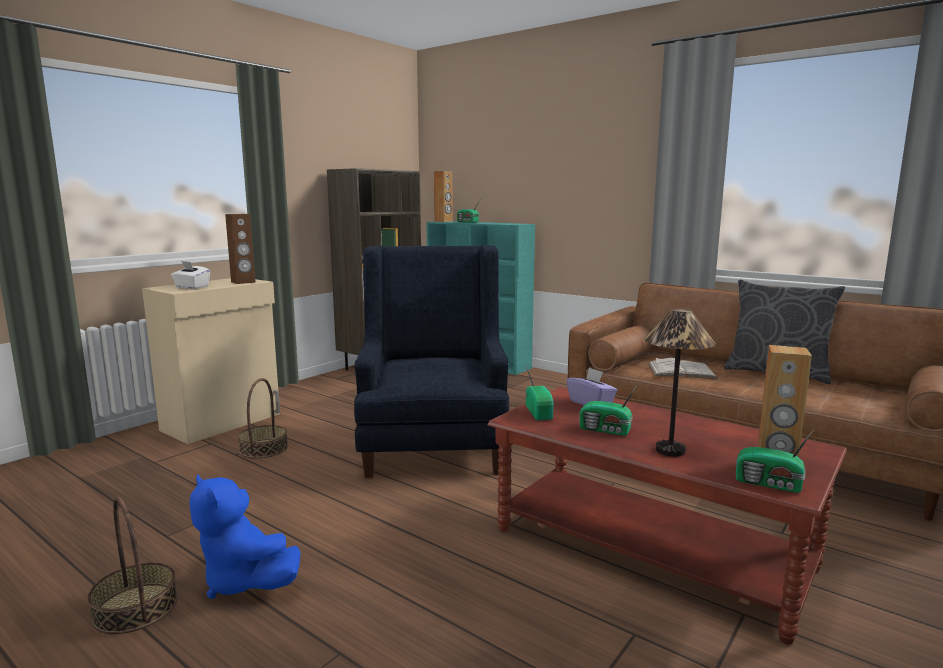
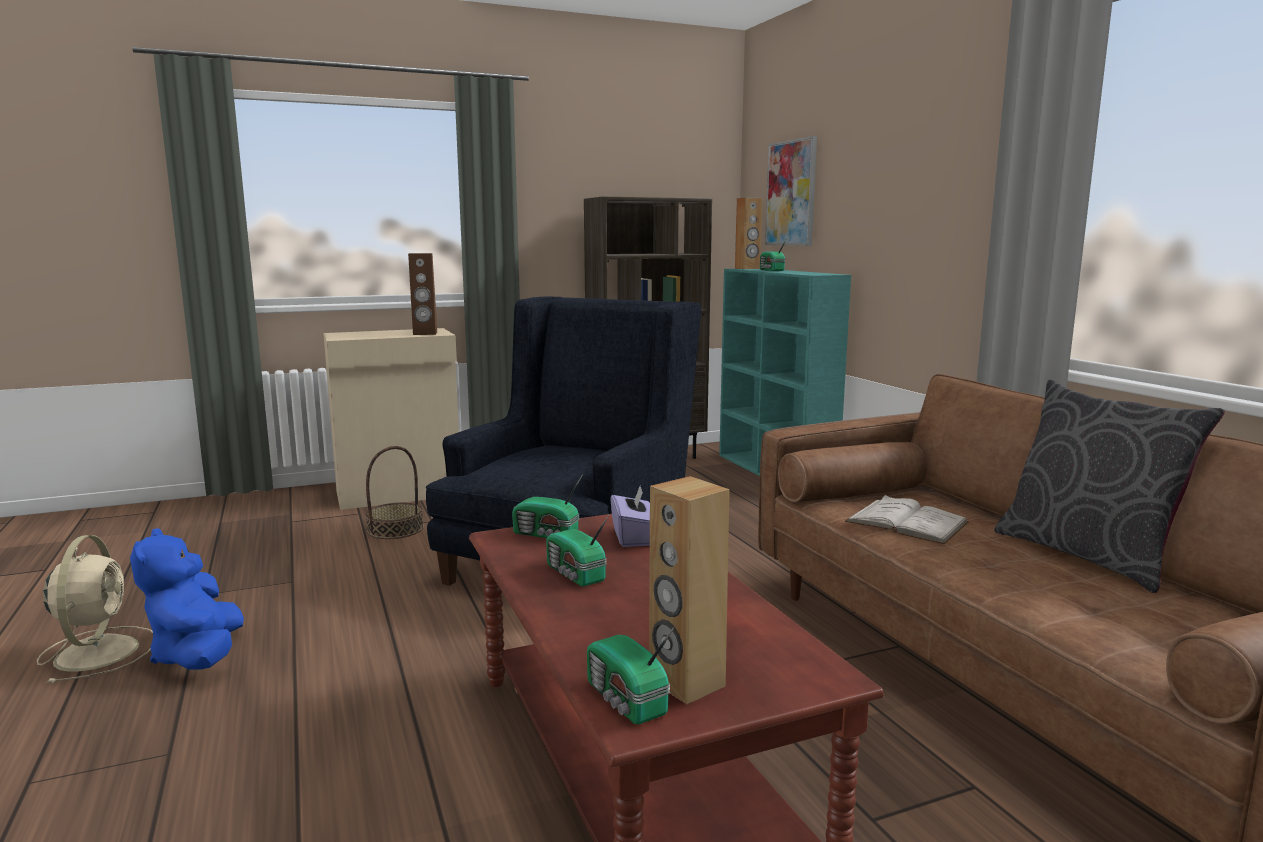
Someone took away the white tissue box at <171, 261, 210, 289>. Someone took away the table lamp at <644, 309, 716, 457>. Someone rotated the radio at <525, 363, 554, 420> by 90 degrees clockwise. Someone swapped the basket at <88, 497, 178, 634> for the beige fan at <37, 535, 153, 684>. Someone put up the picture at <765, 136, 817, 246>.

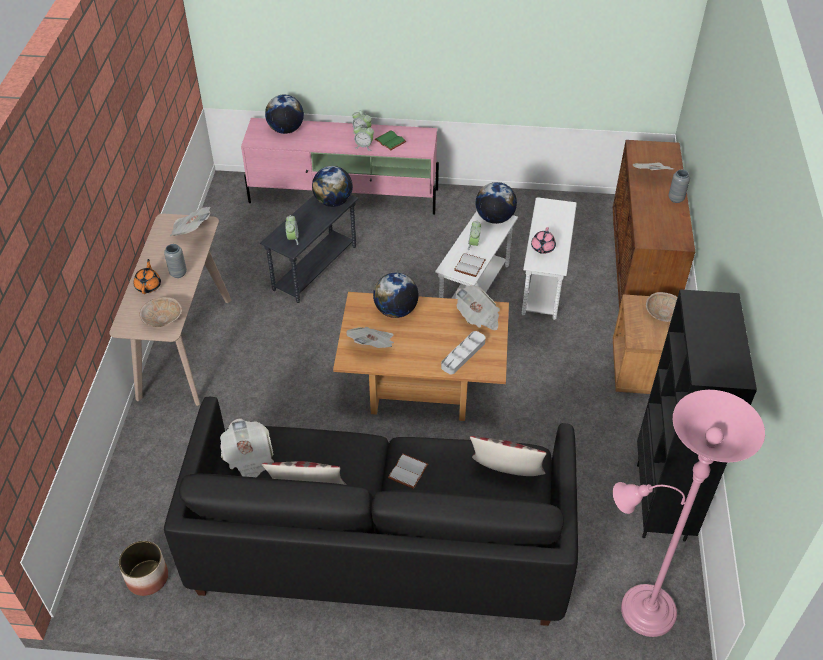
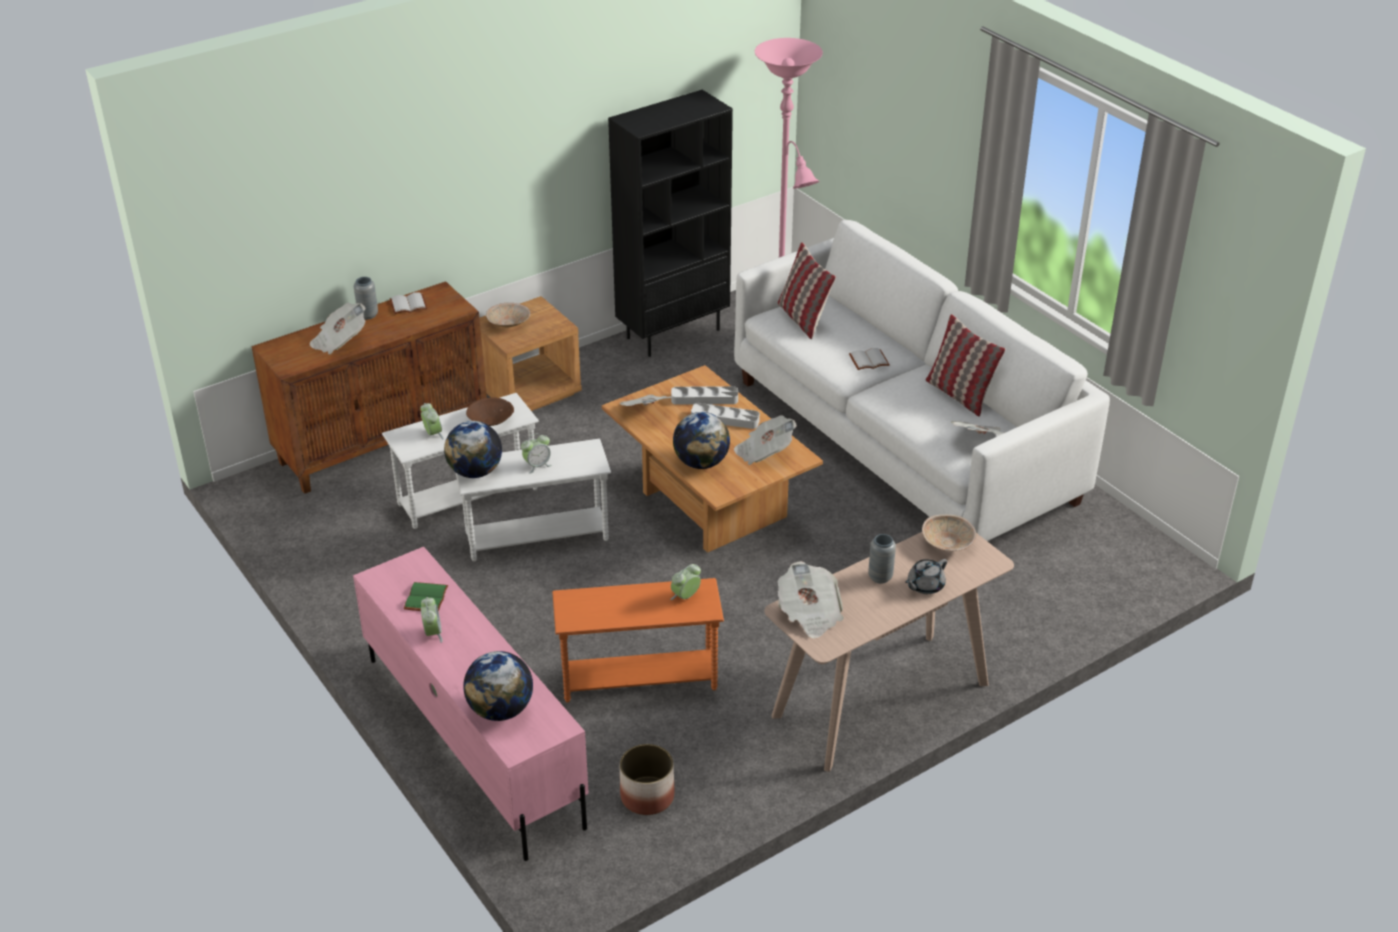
Someone carried the alarm clock from <353, 124, 374, 151> to <420, 403, 444, 439>. Someone took away the globe at <312, 166, 353, 207>. Someone repainted the grey side table at <260, 195, 358, 303>, which became the orange side table at <552, 578, 724, 703>. Someone swapped the pink teapot at <531, 227, 556, 254> for the brown bowl at <466, 397, 514, 426>. Someone carried the white book from <454, 253, 486, 277> to <390, 292, 427, 314>. Someone repainted the orange teapot at <134, 259, 161, 294>, which became the grey teapot at <906, 559, 947, 594>. Someone repainted the black sofa at <164, 397, 578, 626>, which became the white sofa at <734, 220, 1110, 541>. Someone carried the planter from <119, 541, 168, 596> to <620, 744, 674, 815>. Someone put down the grey tray at <691, 403, 760, 429>.

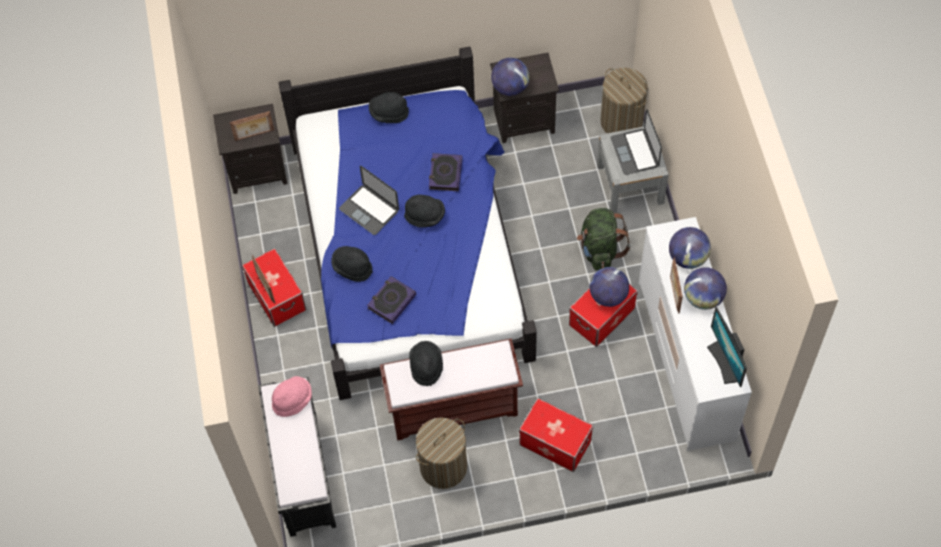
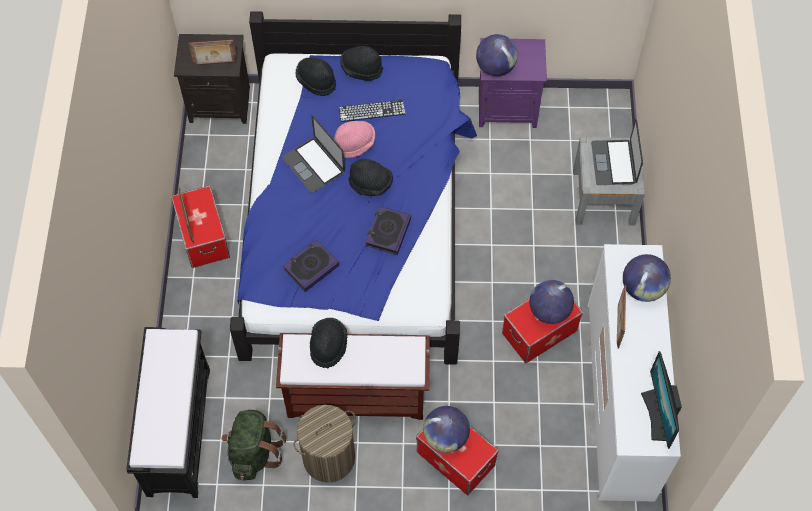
Someone repainted the black nightstand at <490, 53, 559, 143>, which became the purple nightstand at <479, 38, 547, 128>. Someone took away the laundry basket at <600, 68, 648, 133>. Someone carried the book from <429, 153, 462, 192> to <365, 206, 411, 255>. Someone carried the green backpack from <577, 208, 631, 270> to <222, 410, 286, 481>. Someone carried the black hat from <331, 246, 373, 282> to <295, 57, 336, 96>. Someone carried the globe from <684, 267, 727, 310> to <423, 406, 470, 453>. Someone carried the pink hat from <272, 376, 312, 417> to <334, 121, 375, 158>. Someone put down the keyboard at <339, 100, 405, 122>.

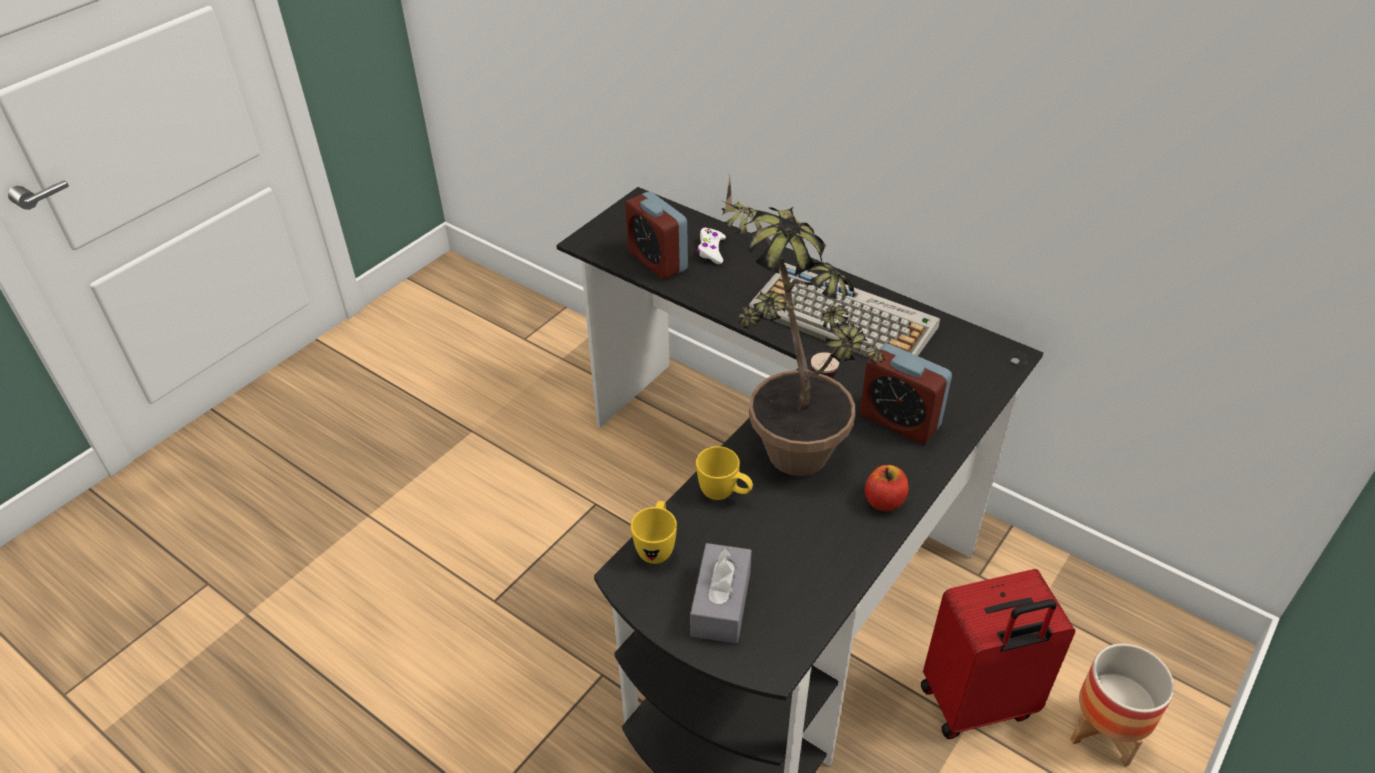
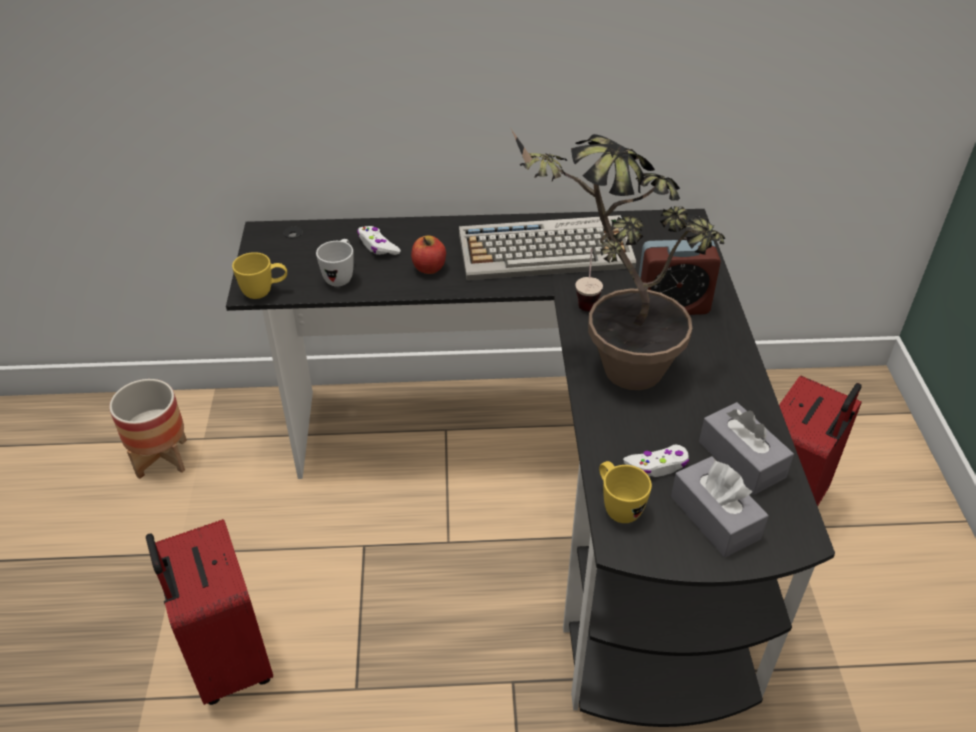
Someone swapped the alarm clock at <625, 192, 688, 279> for the white mug at <316, 239, 354, 287>. Someone carried the yellow mug from <696, 446, 753, 500> to <232, 252, 287, 299>. Someone carried the apple from <865, 465, 909, 511> to <411, 235, 446, 274>. Someone carried the planter from <1070, 643, 1174, 767> to <109, 379, 187, 479>. Someone put down the grey tissue box at <699, 402, 794, 495>. Someone put down the white game controller at <623, 445, 689, 477>. Someone put down the red suitcase at <146, 519, 273, 705>.

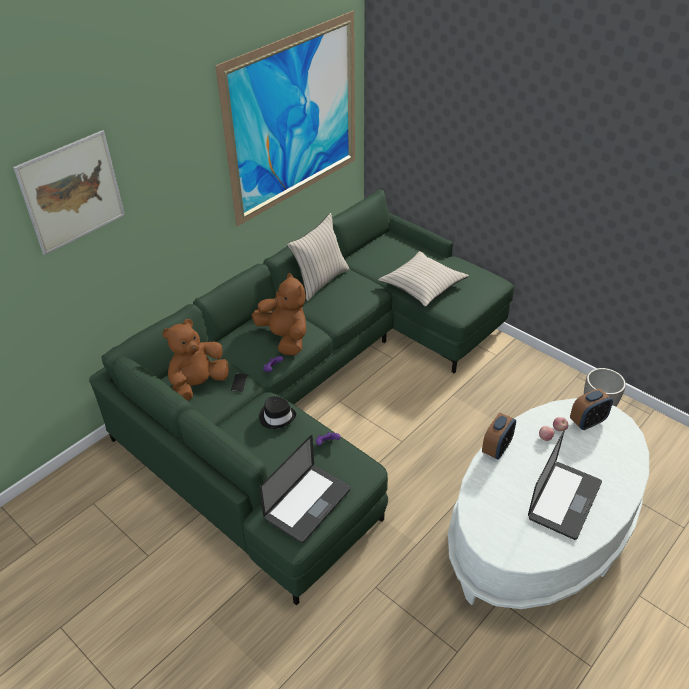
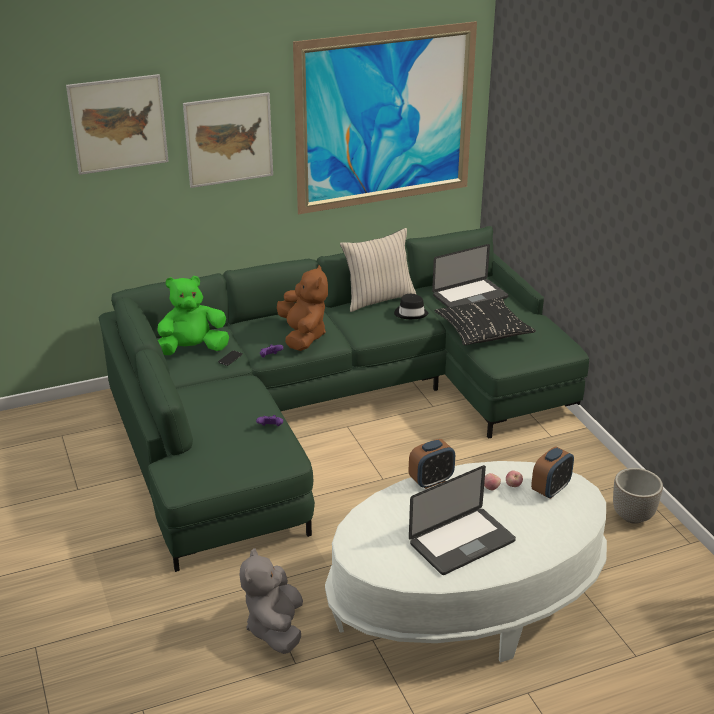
Someone repainted the beige pillow at <378, 251, 469, 307>, which became the black pillow at <435, 297, 536, 345>. Someone repainted the brown plush toy at <162, 319, 229, 401>, which became the green plush toy at <157, 276, 229, 355>. Someone rotated the alarm clock at <570, 388, 613, 430> by 45 degrees counterclockwise. Someone carried the black hat from <259, 396, 296, 429> to <394, 294, 429, 319>. Someone carried the laptop from <259, 435, 351, 543> to <432, 244, 508, 307>. Someone put up the picture at <183, 92, 273, 188>. Someone put down the grey plush toy at <240, 548, 303, 654>.

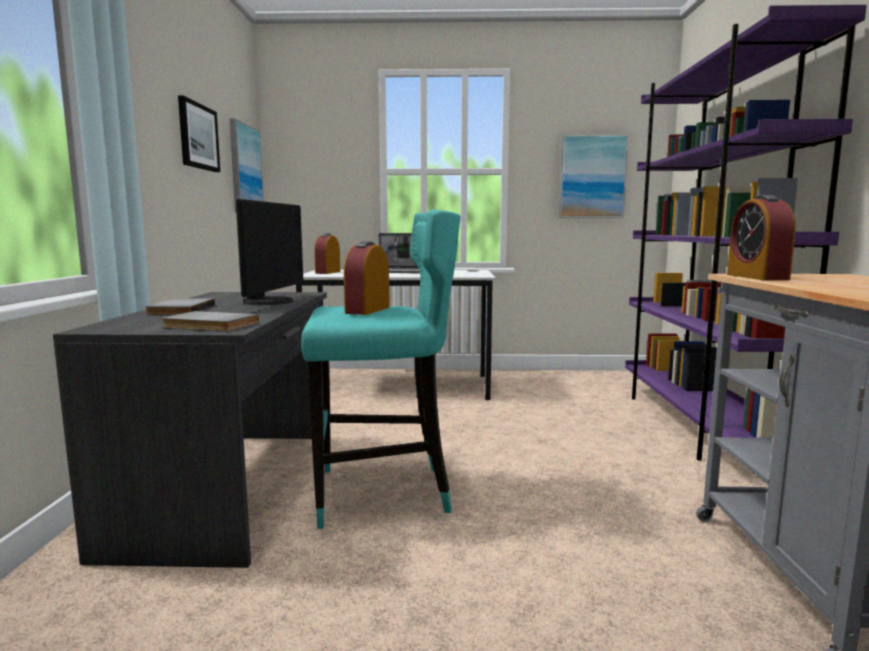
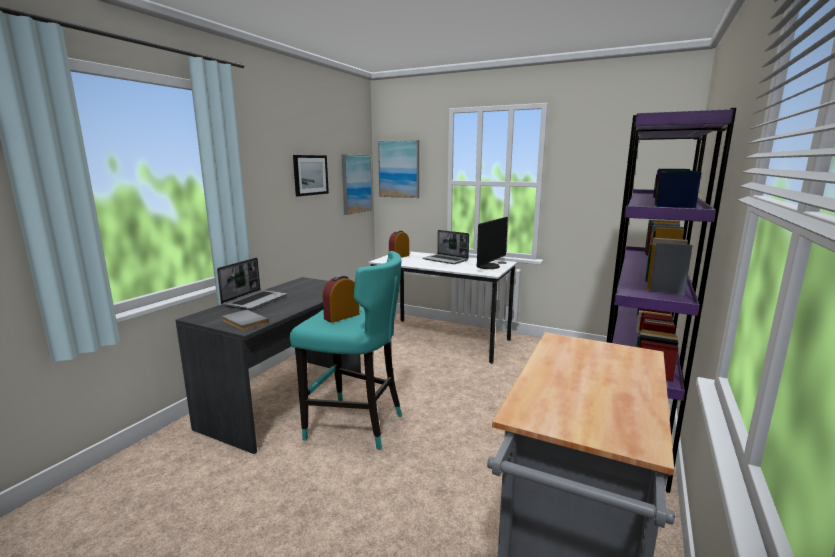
Someone carried the picture from <559, 135, 629, 218> to <378, 140, 419, 198>. Someone took away the alarm clock at <727, 195, 796, 280>. Someone carried the monitor from <236, 199, 303, 305> to <477, 217, 508, 269>. Someone swapped the grey book at <145, 298, 215, 315> for the laptop at <217, 258, 287, 310>.

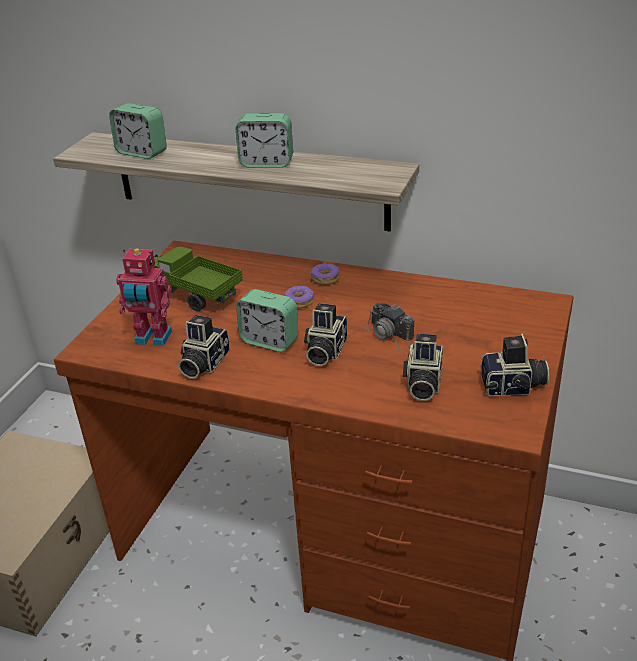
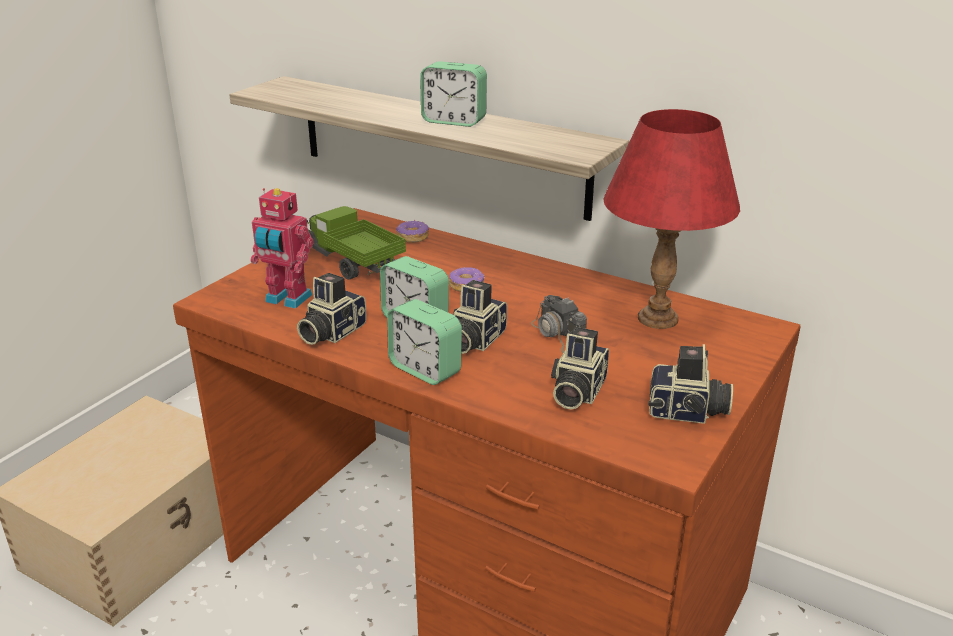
Someone carried the alarm clock from <109, 103, 167, 159> to <387, 299, 462, 385>. Someone carried the donut from <310, 262, 340, 285> to <396, 220, 429, 243>. Someone put down the red table lamp at <603, 109, 740, 329>.

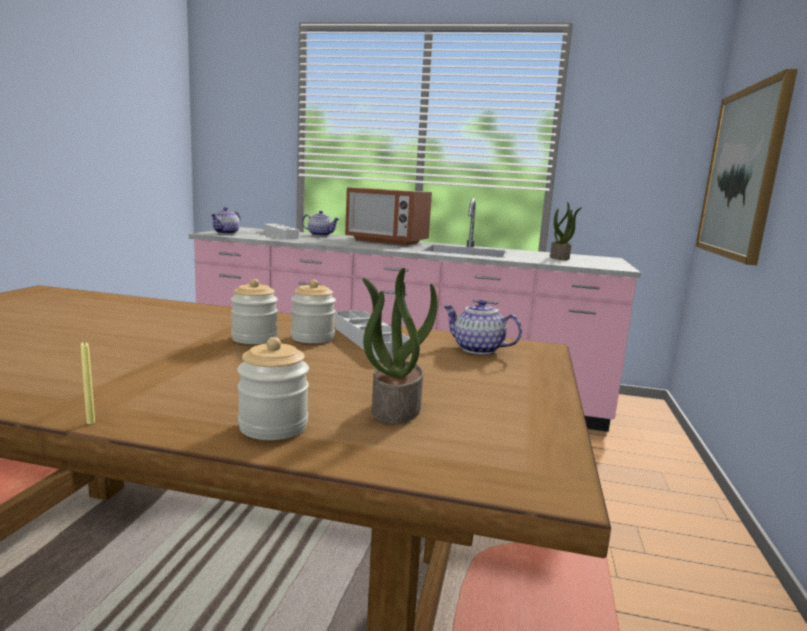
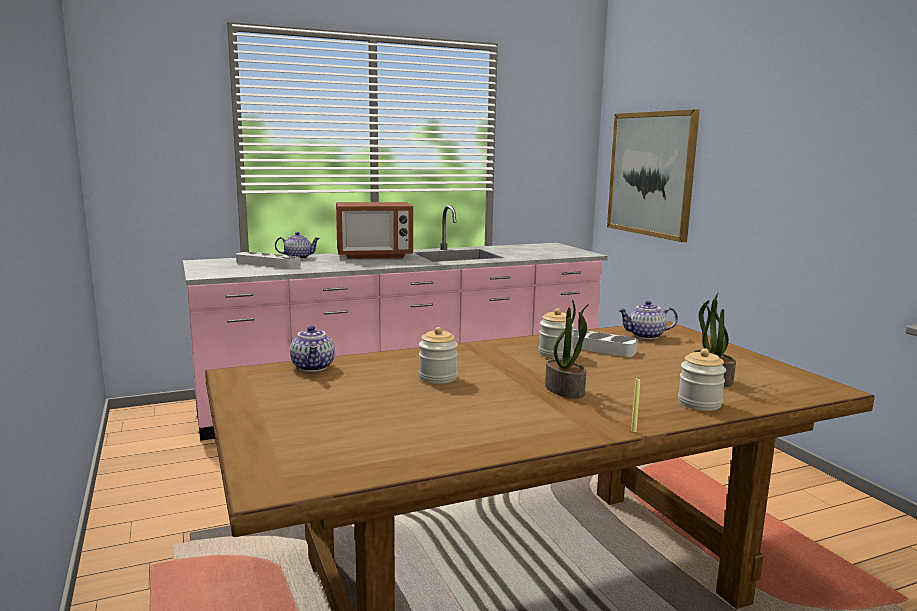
Someone carried the potted plant from <550, 202, 582, 260> to <545, 300, 589, 399>. Someone carried the teapot from <211, 207, 241, 234> to <290, 326, 335, 372>. Someone carried the jar from <231, 279, 278, 344> to <419, 327, 458, 384>.

